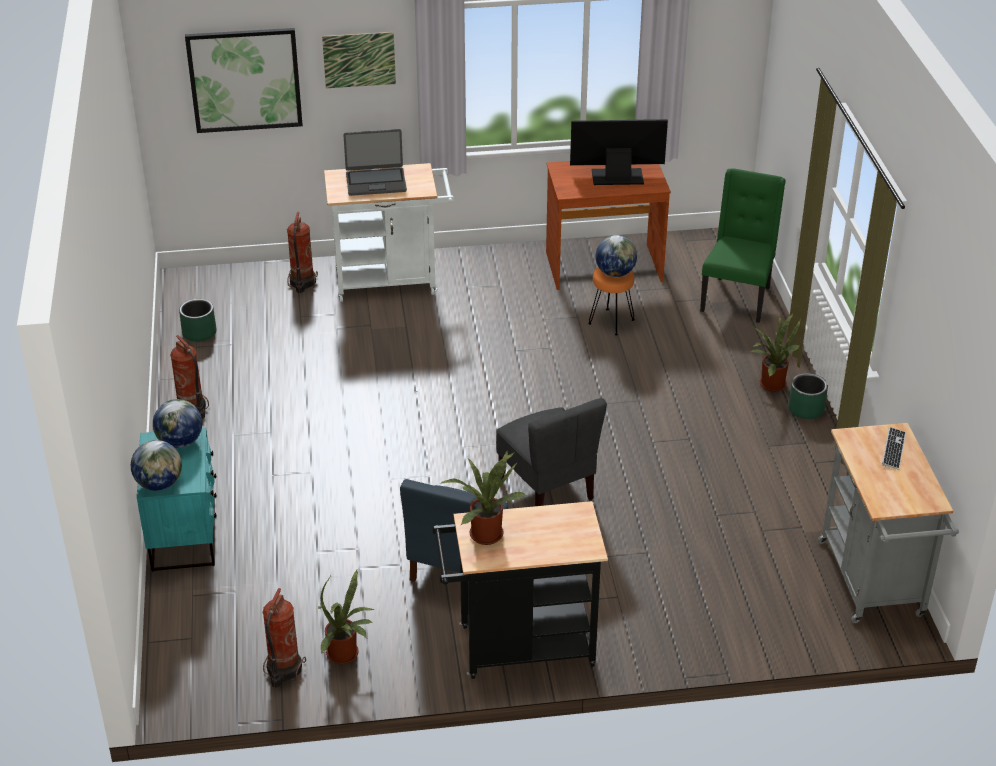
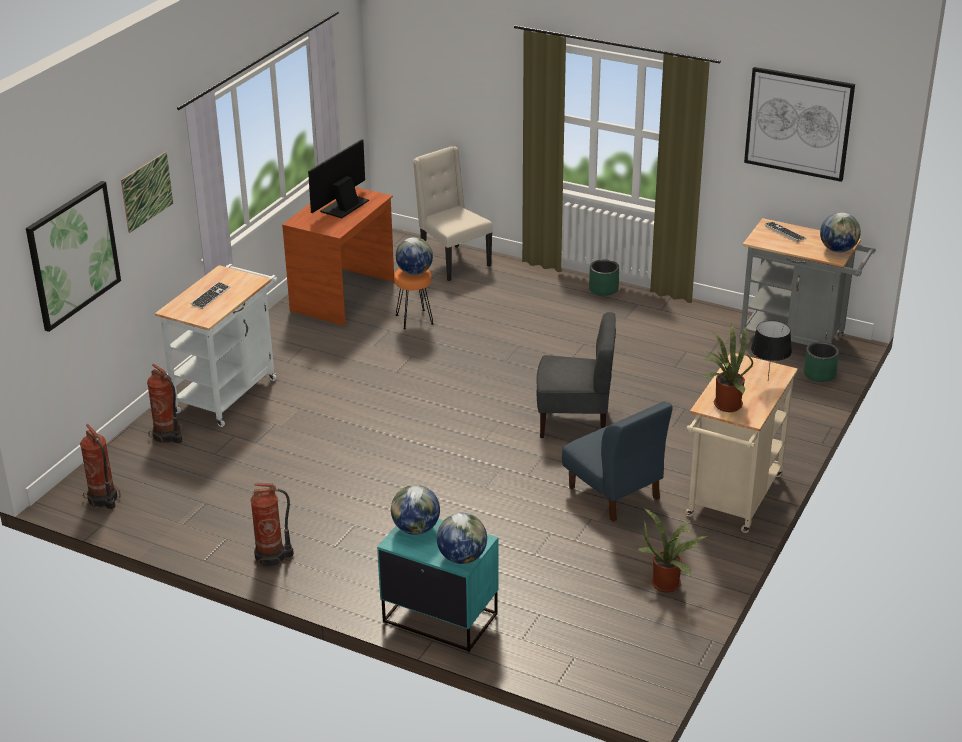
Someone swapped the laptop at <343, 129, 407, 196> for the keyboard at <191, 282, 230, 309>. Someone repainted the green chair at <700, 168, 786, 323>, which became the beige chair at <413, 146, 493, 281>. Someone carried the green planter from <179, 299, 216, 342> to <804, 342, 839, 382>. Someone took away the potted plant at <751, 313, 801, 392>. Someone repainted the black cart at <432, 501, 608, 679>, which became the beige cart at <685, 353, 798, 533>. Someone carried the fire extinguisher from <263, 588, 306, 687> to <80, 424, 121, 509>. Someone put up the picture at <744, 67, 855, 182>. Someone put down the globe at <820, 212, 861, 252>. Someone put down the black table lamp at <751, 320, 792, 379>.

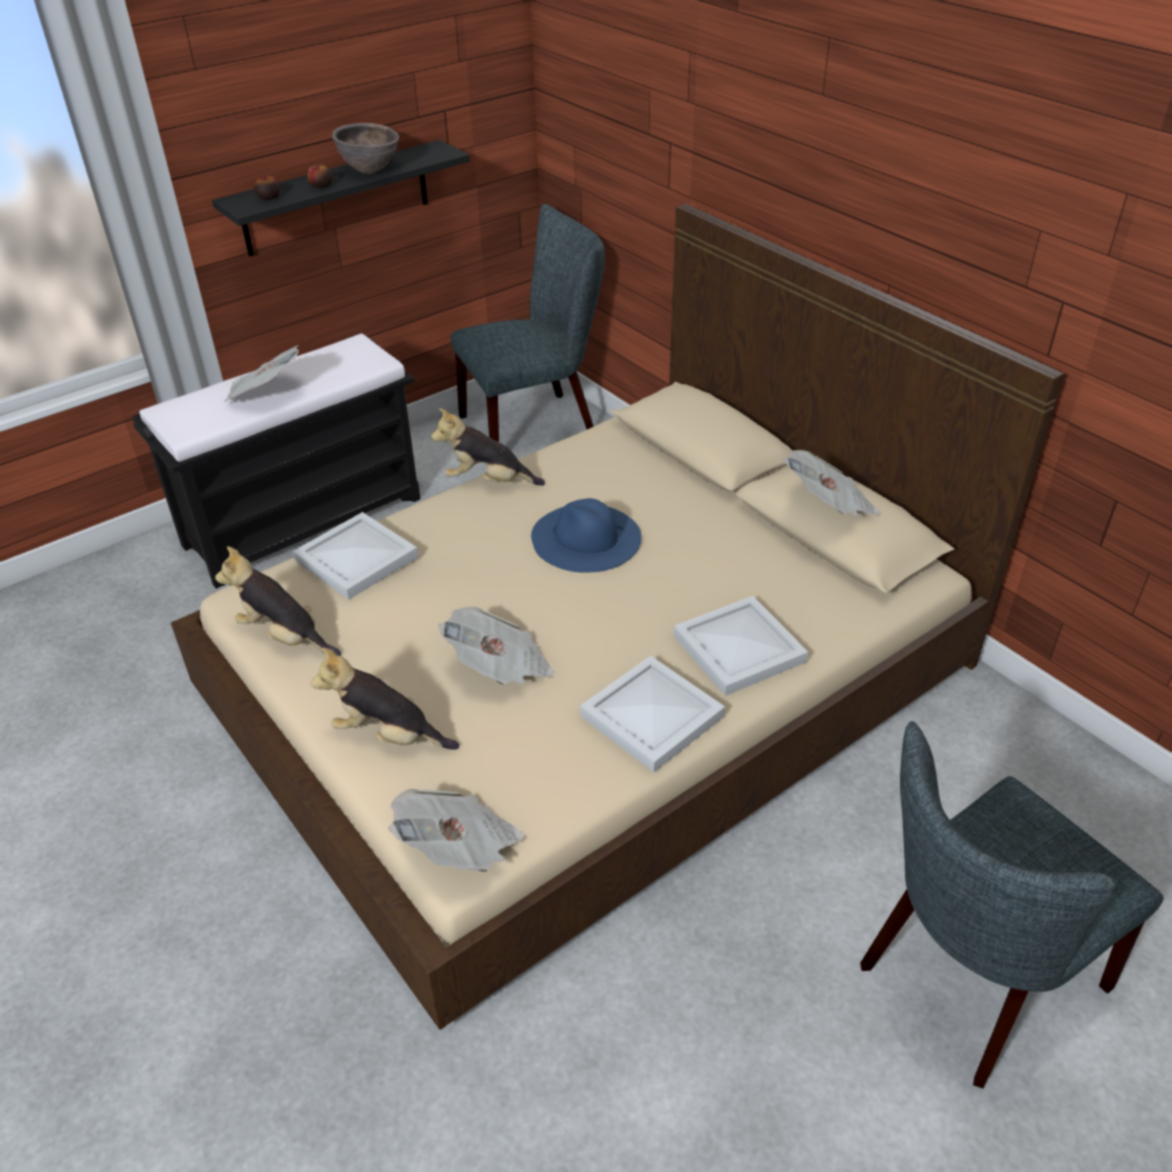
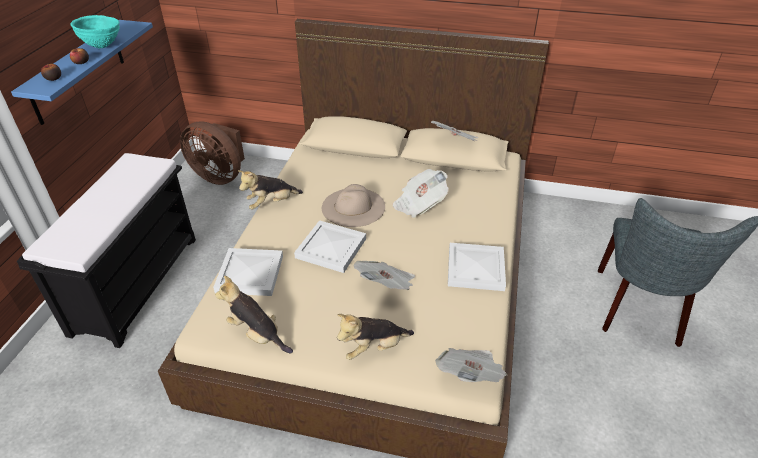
Someone repainted the brown bowl at <332, 123, 399, 174>, which became the turquoise bowl at <71, 15, 120, 48>. Someone repainted the black shelf at <212, 140, 470, 257>, which became the blue shelf at <11, 20, 153, 125>. Someone swapped the grey chair at <451, 204, 605, 442> for the brown fan at <180, 122, 245, 185>. Someone carried the newspaper from <224, 345, 299, 402> to <393, 169, 449, 218>. Someone repainted the blue hat at <531, 498, 642, 573>, which became the beige hat at <322, 184, 385, 227>. Someone rotated the plush toy at <215, 546, 341, 656> by 45 degrees clockwise. Someone carried the white tray from <673, 596, 808, 696> to <294, 220, 366, 273>.

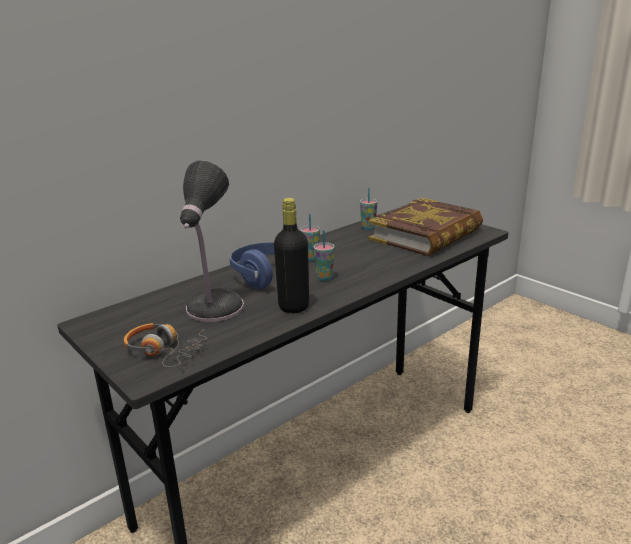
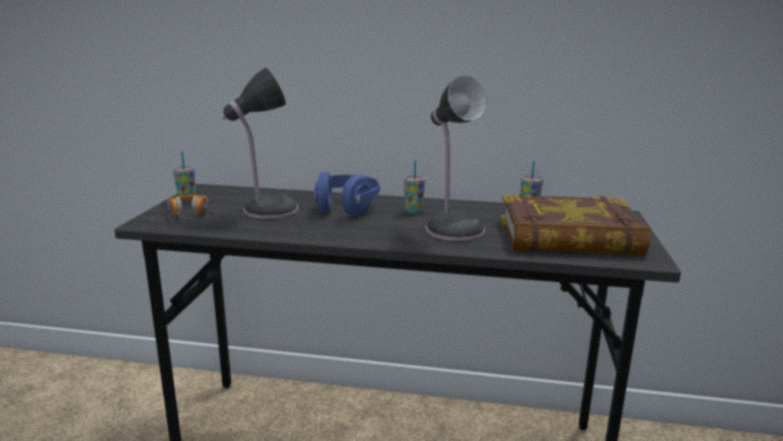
Someone took away the black bottle at <274, 198, 309, 313>. Someone carried the cup from <313, 230, 335, 281> to <173, 151, 196, 203>. Someone put down the table lamp at <426, 76, 487, 241>.

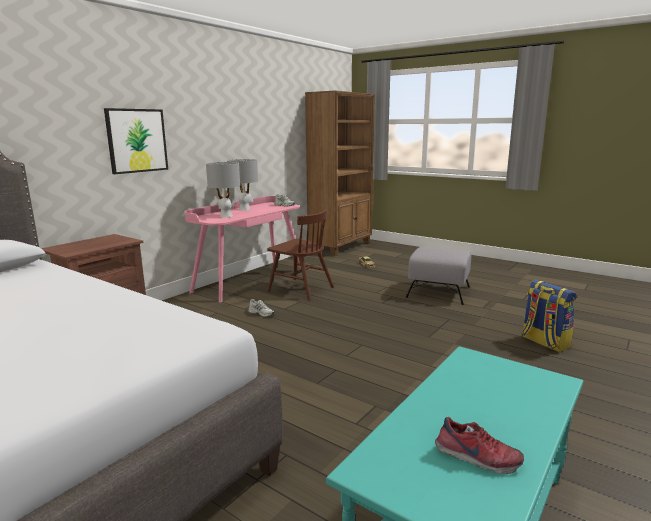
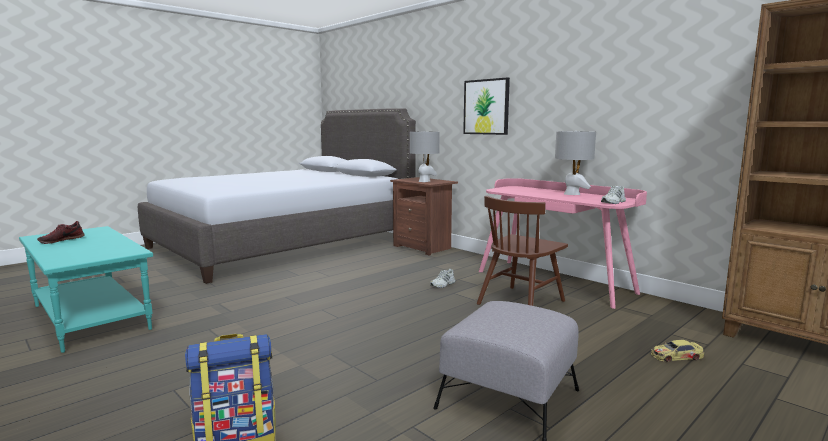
Someone carried the grey table lamp from <206, 162, 240, 218> to <410, 131, 440, 182>.

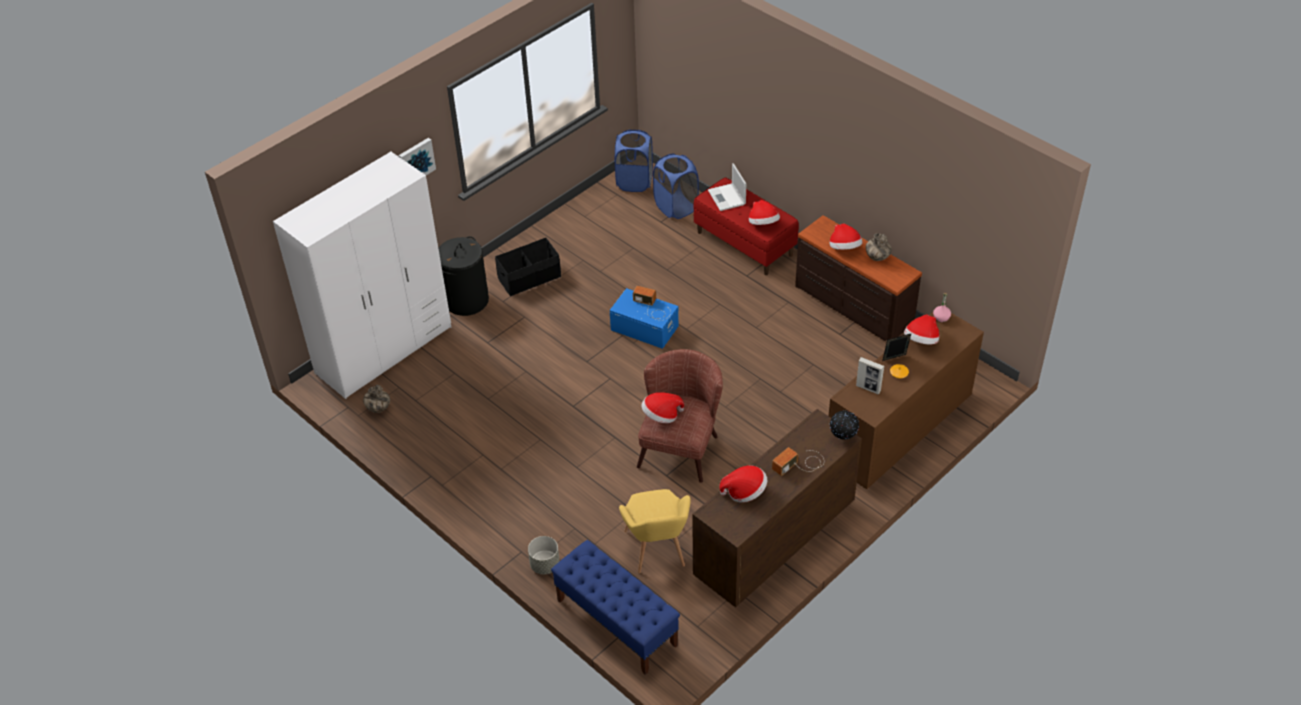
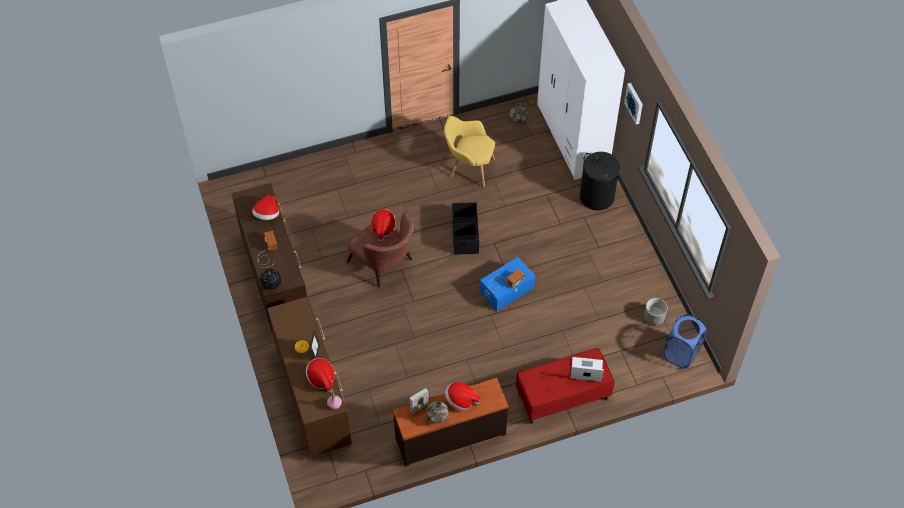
Someone took away the blue laundry basket at <653, 153, 699, 219>. Someone took away the hat at <749, 200, 780, 225>. Someone carried the black storage box from <495, 238, 561, 296> to <452, 202, 479, 254>. Someone carried the picture frame from <856, 357, 884, 395> to <409, 388, 429, 414>. Someone carried the yellow armchair from <619, 489, 691, 573> to <444, 116, 495, 188>. Someone carried the grey planter from <528, 536, 560, 574> to <644, 298, 667, 325>. Someone took away the blue bench at <551, 540, 680, 675>.

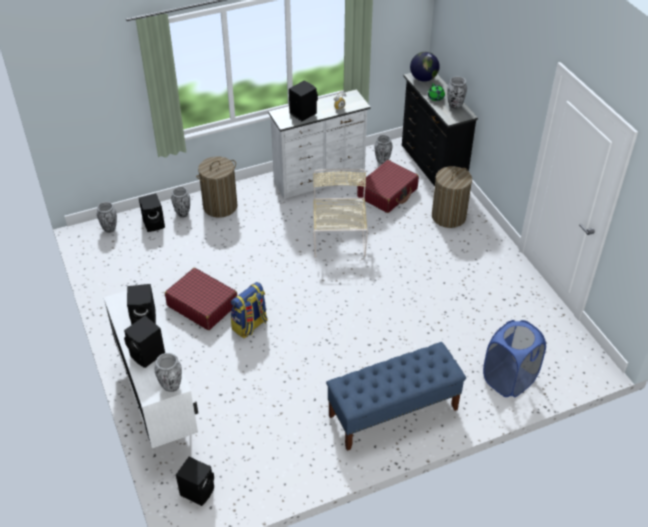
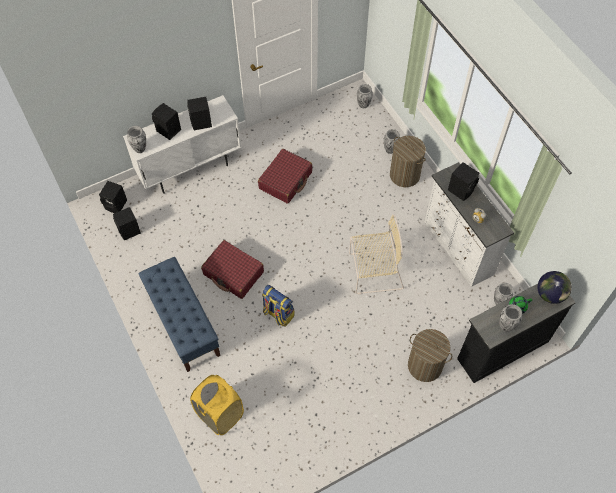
Someone carried the red suitcase from <357, 160, 419, 213> to <201, 240, 264, 299>. Someone carried the black speaker from <139, 193, 165, 232> to <113, 207, 141, 240>. Someone carried the backpack from <231, 282, 268, 338> to <262, 285, 295, 326>. Someone repainted the blue laundry basket at <483, 320, 546, 397>, which became the yellow laundry basket at <190, 375, 244, 435>.

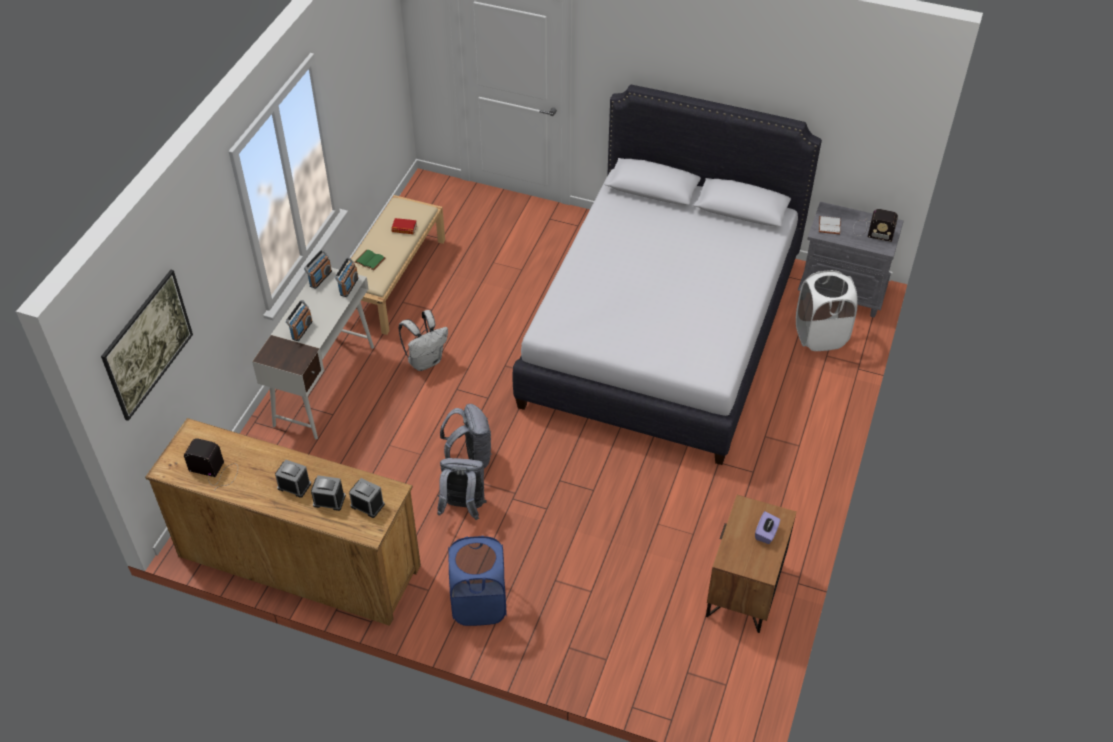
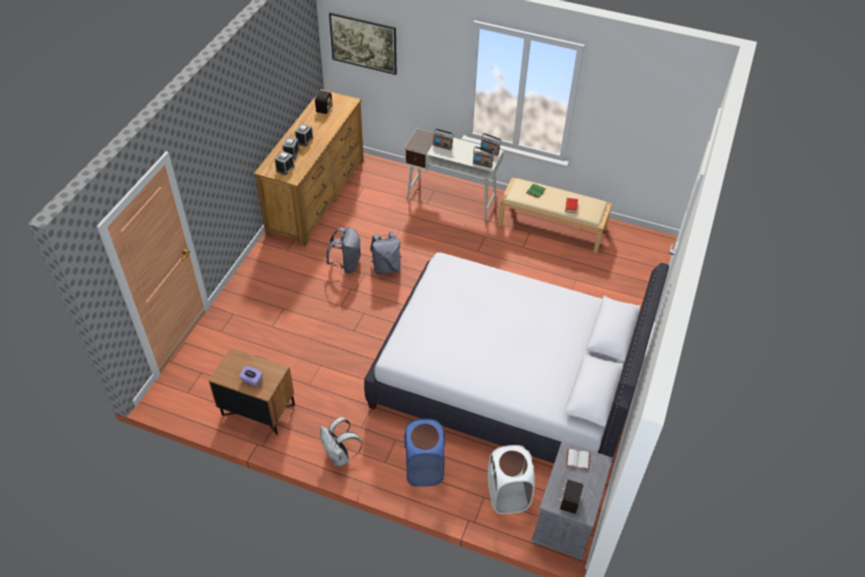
Someone carried the white backpack from <399, 310, 448, 371> to <320, 417, 362, 466>. Someone carried the blue laundry basket from <448, 536, 506, 626> to <404, 419, 445, 487>.

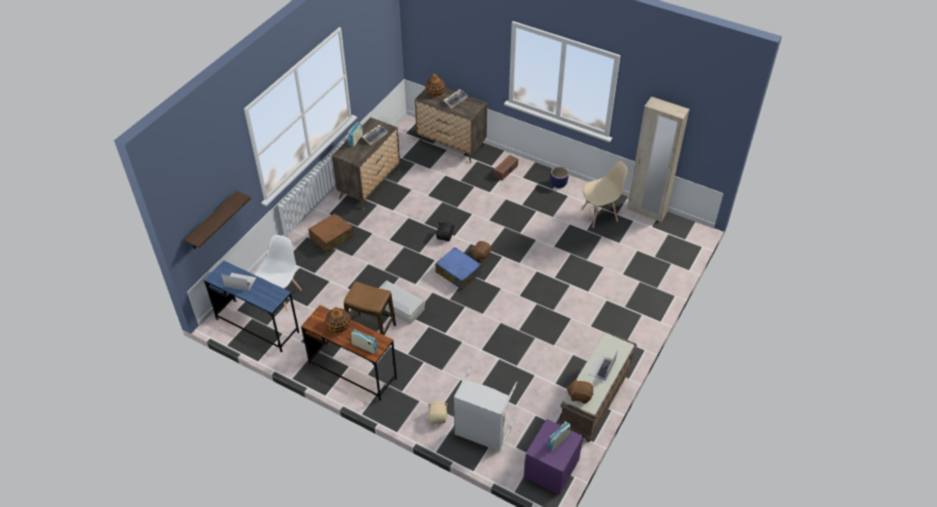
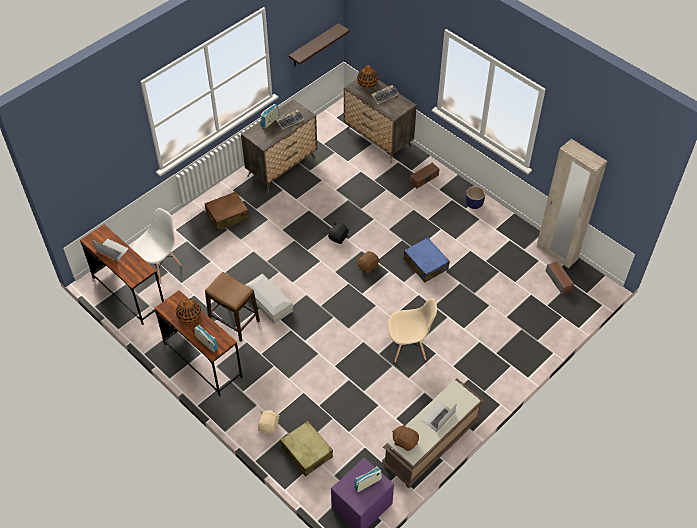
Someone carried the beige chair from <581, 161, 628, 228> to <388, 298, 437, 362>. Someone carried the shelf from <184, 191, 251, 249> to <289, 23, 350, 66>. Someone carried the blue suitcase from <435, 247, 481, 290> to <403, 238, 450, 283>. Someone repainted the blue desk at <204, 260, 299, 352>, which became the brown desk at <80, 224, 164, 325>. Someone swapped the grey laundry basket at <454, 365, 518, 452> for the beige suitcase at <280, 421, 333, 477>. Someone put down the speaker at <546, 261, 574, 294>.

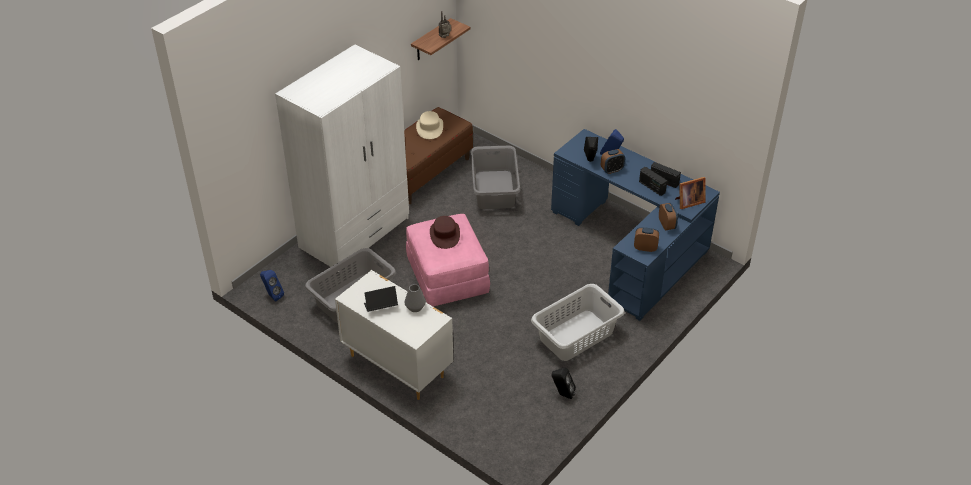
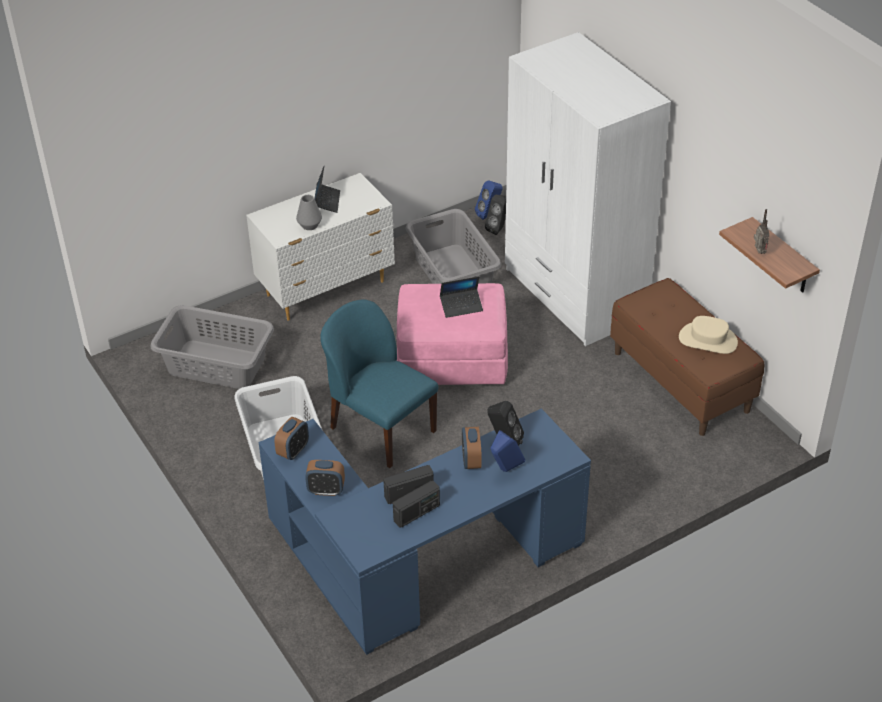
Someone carried the grey laundry basket from <470, 146, 520, 209> to <150, 305, 274, 389>. Someone took away the picture frame at <675, 177, 706, 209>. Someone swapped the brown hat at <430, 216, 460, 249> for the laptop at <440, 276, 483, 318>. Someone carried the black speaker from <552, 367, 576, 399> to <485, 195, 506, 235>. Someone put down the blue chair at <320, 299, 439, 468>.

